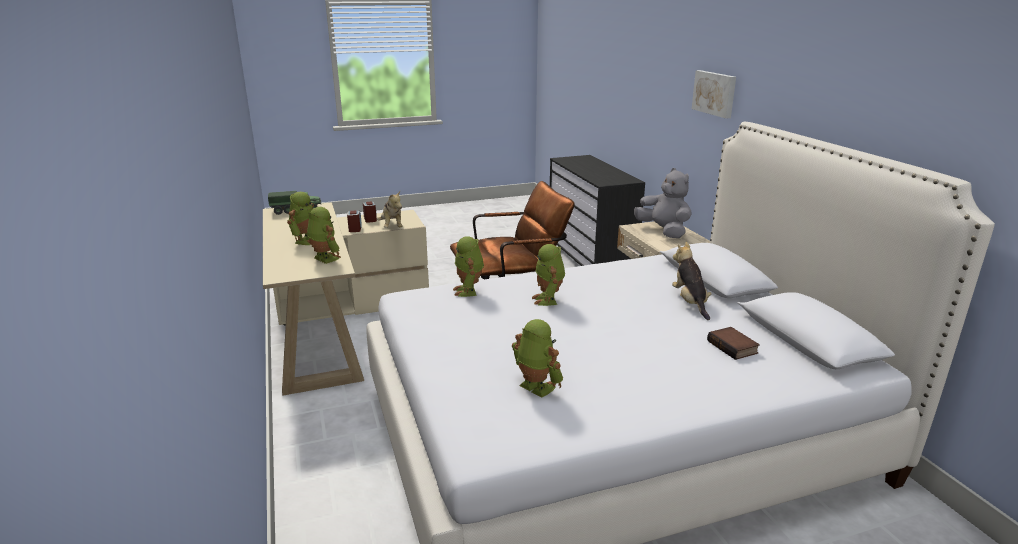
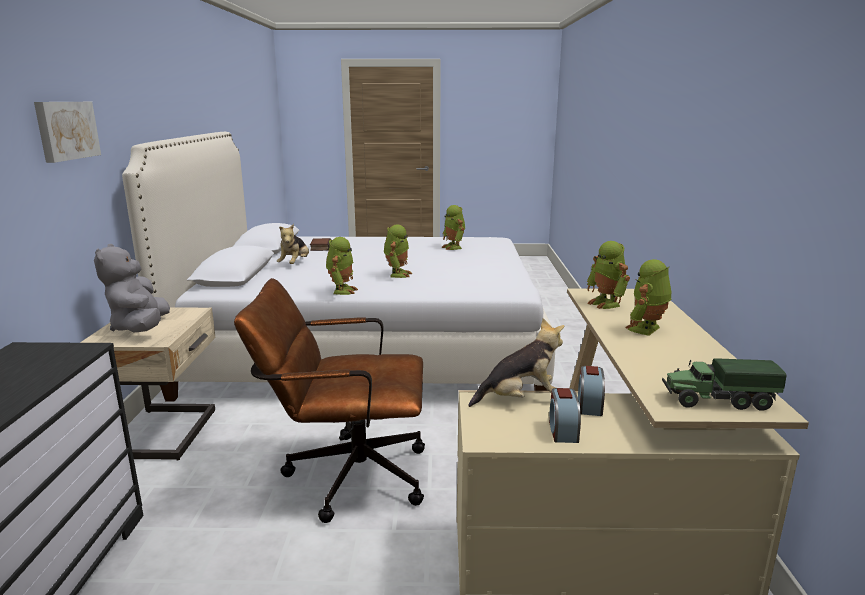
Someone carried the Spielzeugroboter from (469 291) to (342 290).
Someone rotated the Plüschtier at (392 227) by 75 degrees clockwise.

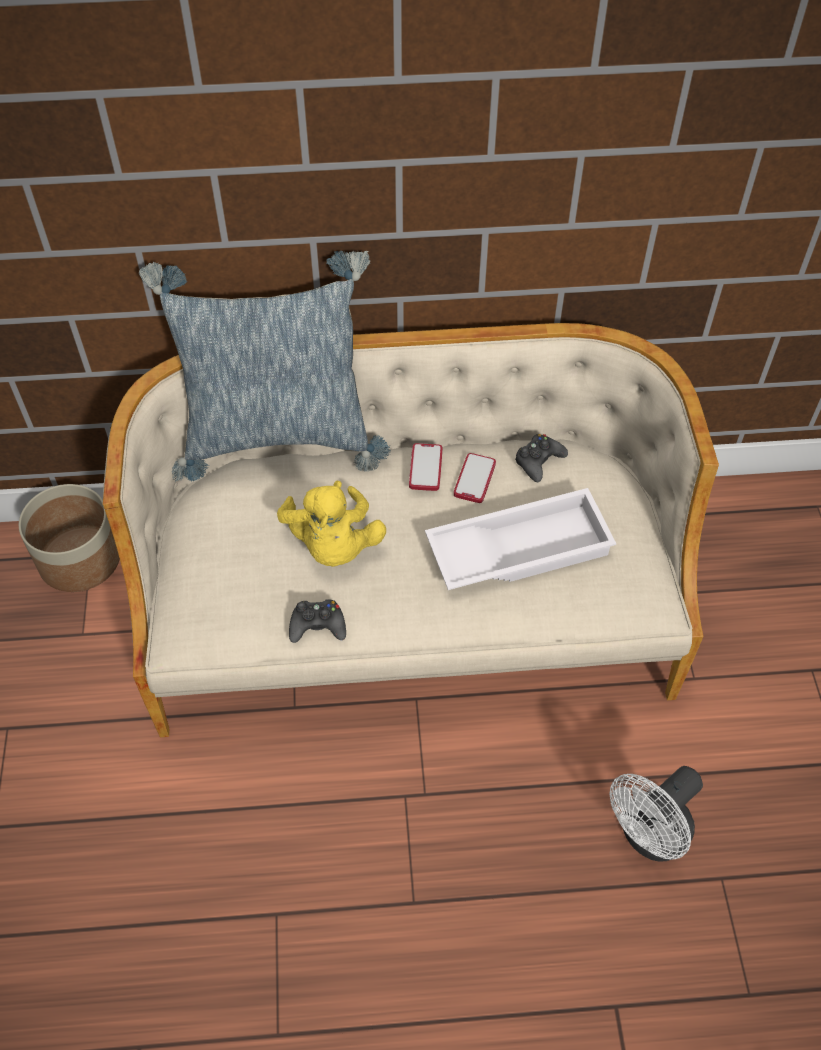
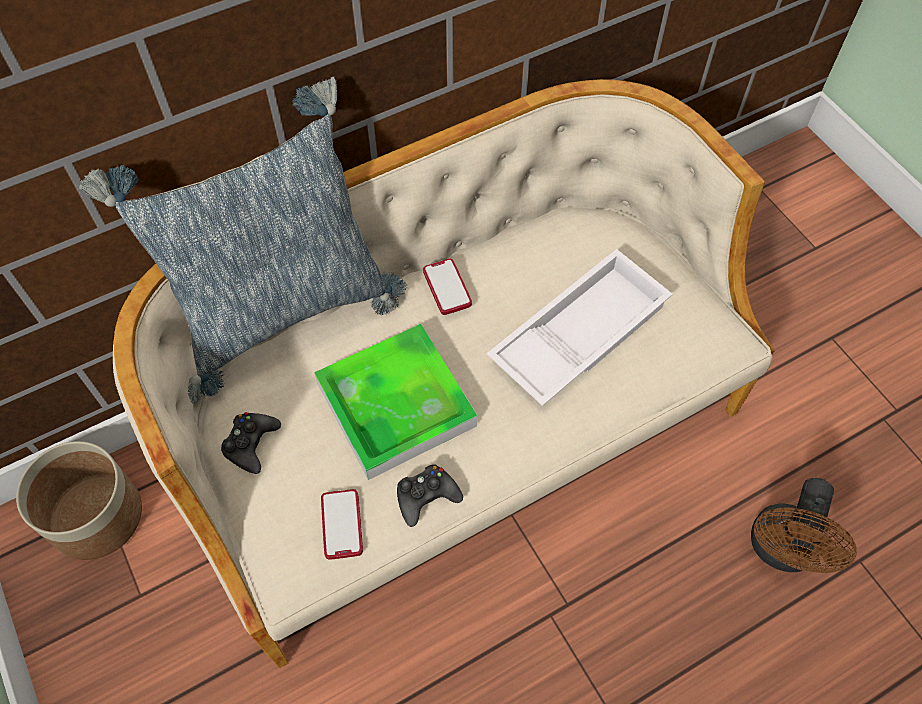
Someone carried the Handy from (474 479) to (342 524).
Someone carried the Gamepad/schwarz from (538 461) to (251 444).
Someone swapped the Plüschtier/gelb at (333 545) for the Tablett at (396 404).
Someone repainted the Ventilator/weiß at (648 836), which became the Ventilator/braun at (781 551).

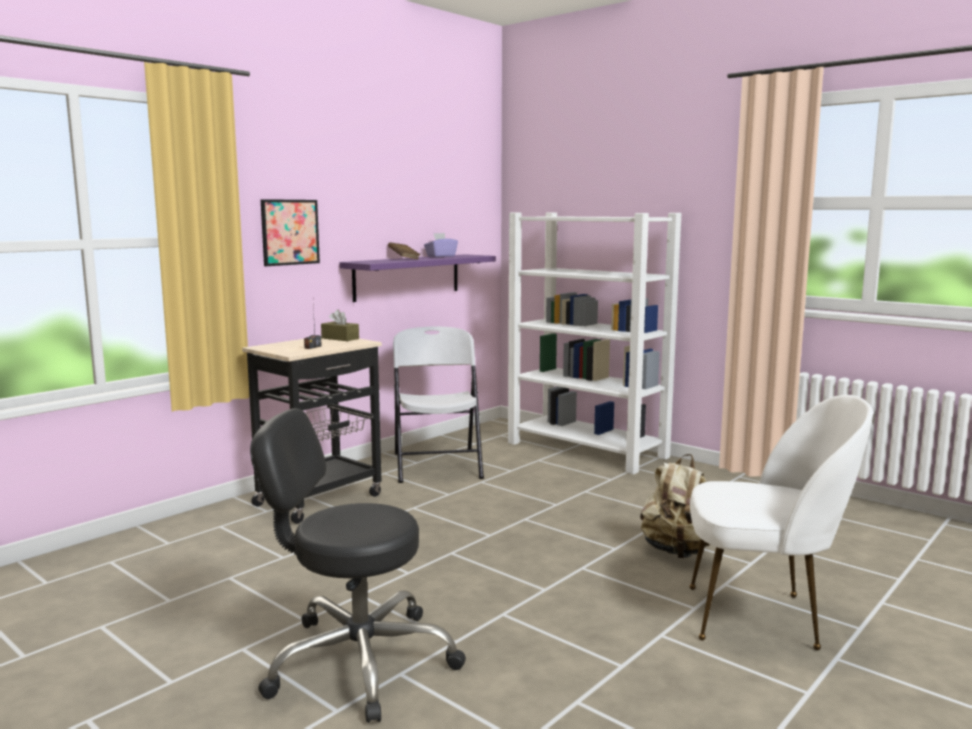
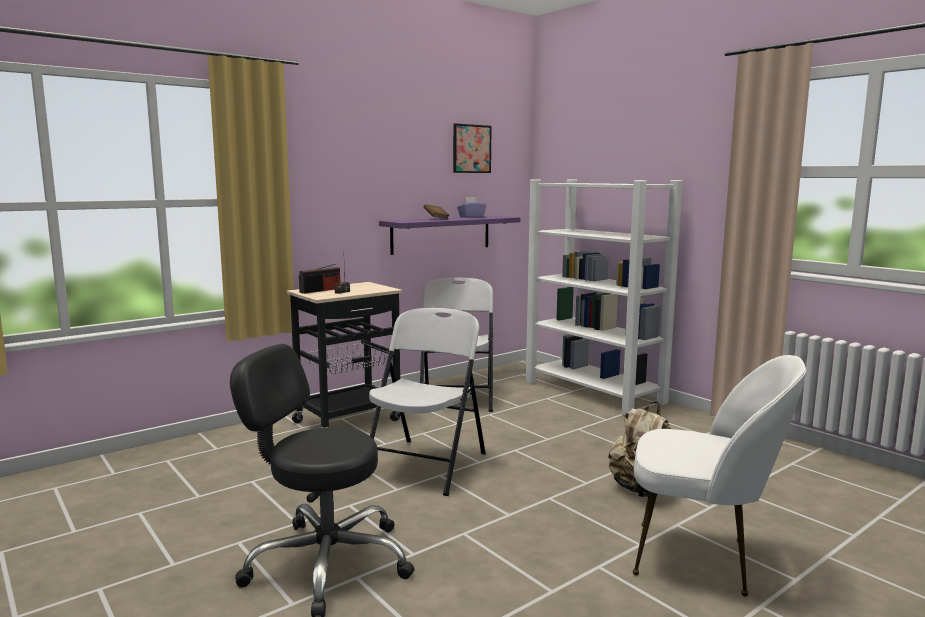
Someone took away the Taschentuchbox/braun at (340 338).
Someone put down the Radio at (320 290).
Someone put down the Stuhl/weiß at (426 466).
Someone carried the Bild from (290 232) to (471 149).

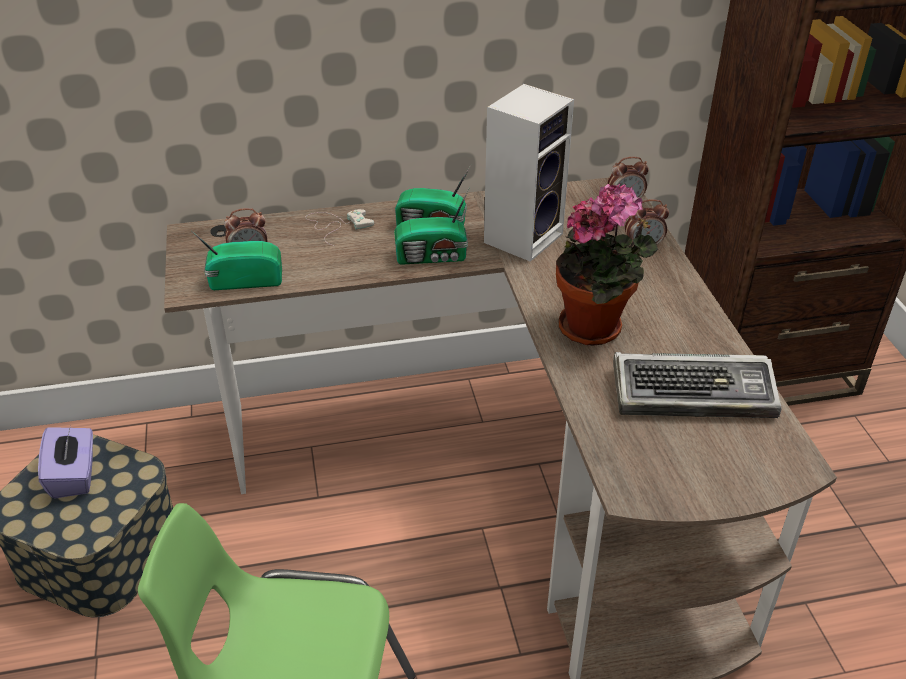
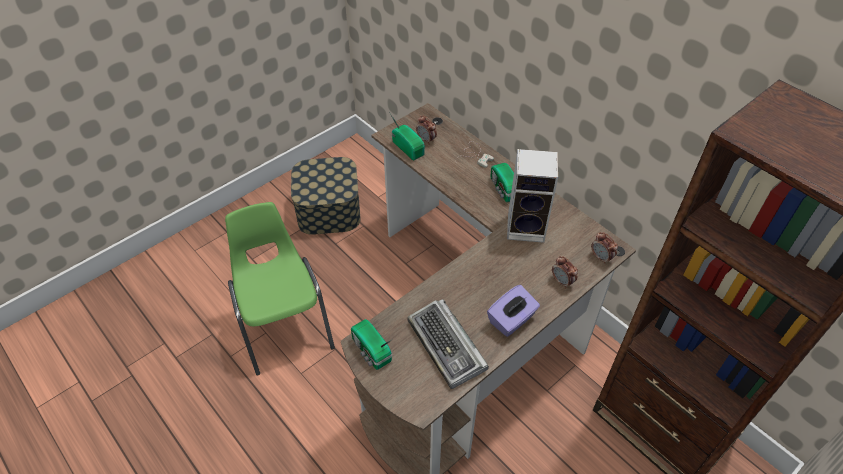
Someone took away the Topfpflanze at (596 328).
Someone carried the Taschentuchbox/lila from (74 476) to (511 320).
Someone carried the Radio from (433 257) to (371 351).

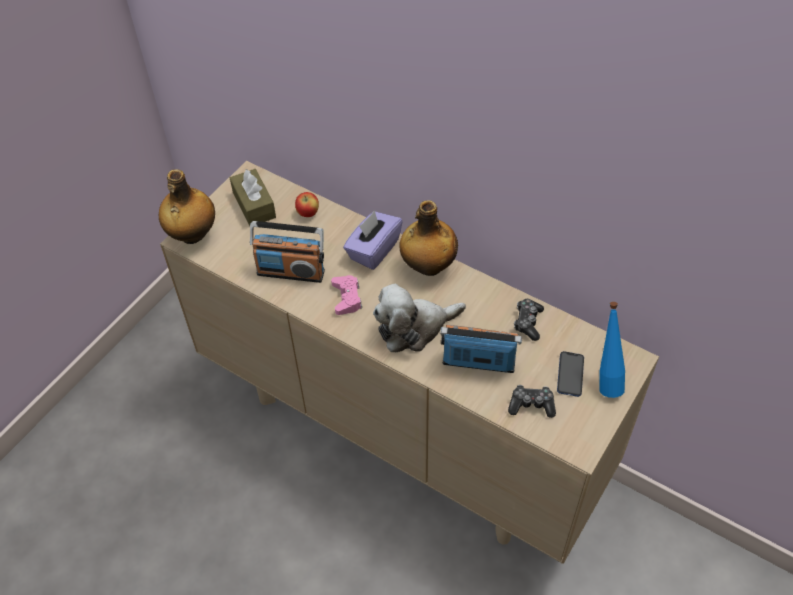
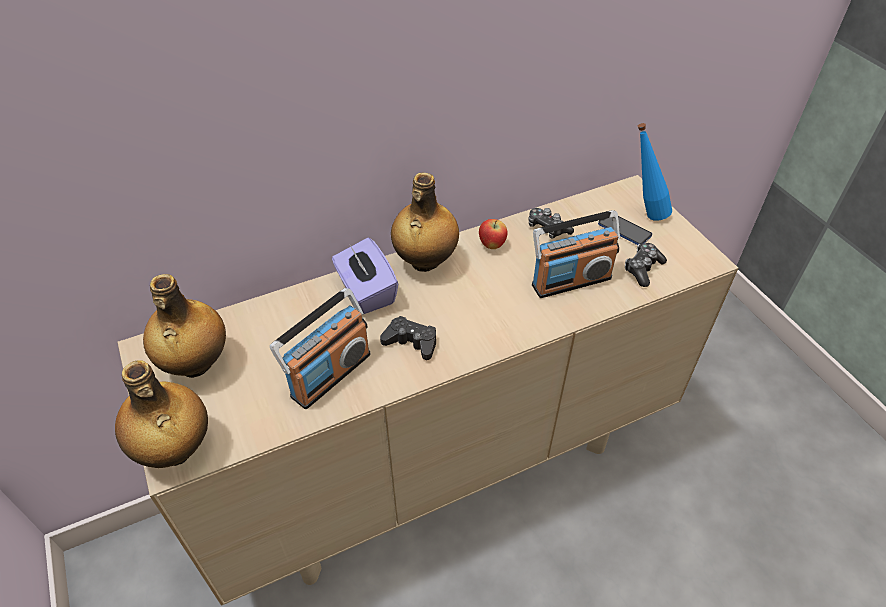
Someone took away the Plüschtier at (414 328).
Someone carried the Apfel from (308 213) to (492 245).
Someone swapped the Taschentuchbox/braun at (254 205) for the Flasche at (195 364).
Someone repainted the Gamepad/rosa at (347 298), which became the Gamepad/schwarz at (411 342).
Someone rotated the Radio at (478 362) by 150 degrees counterclockwise.

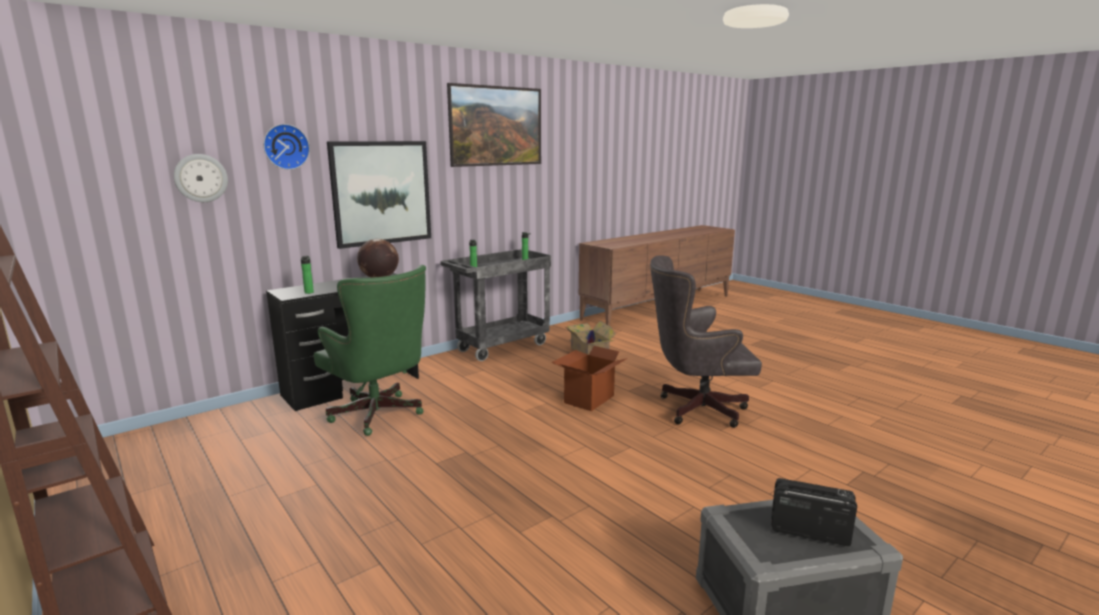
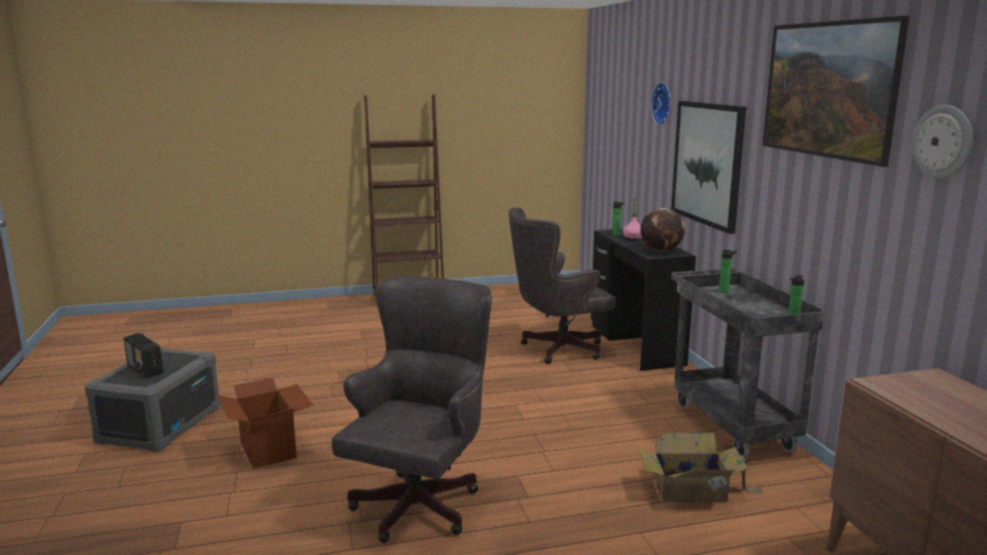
Someone put down the Flasche/rosa at (633 238).
Someone carried the Wanduhr from (201 178) to (943 142).
Someone carried the Karton from (588 399) to (269 450).
Someone repainted the Bürostuhl/grün at (379 416), which became the Bürostuhl/grau at (557 350).
Someone rotated the Radio at (808 531) by 90 degrees clockwise.

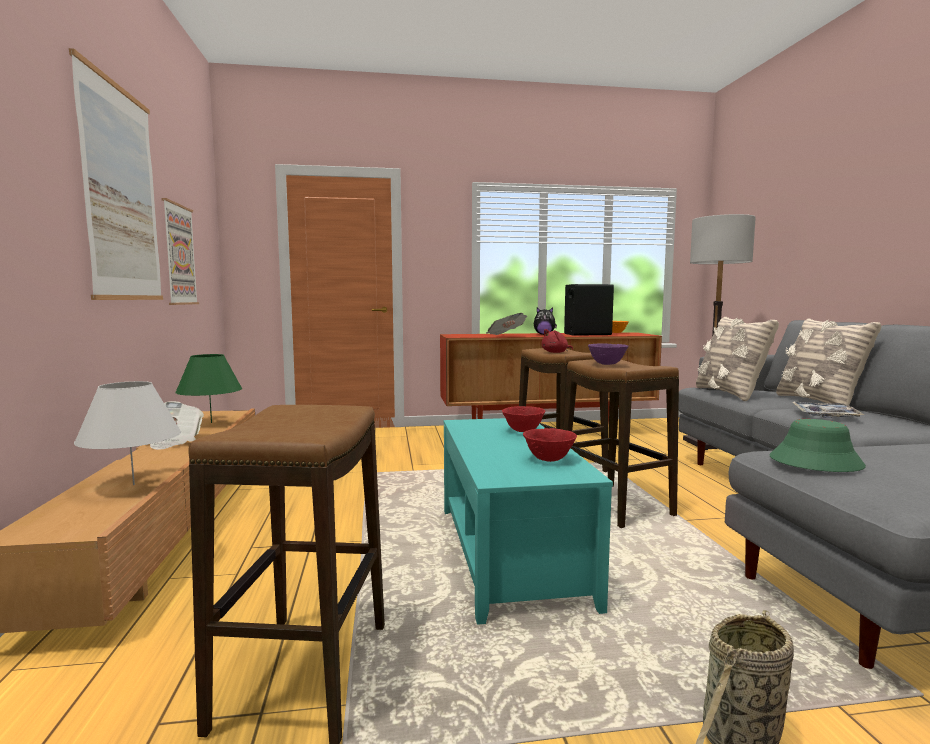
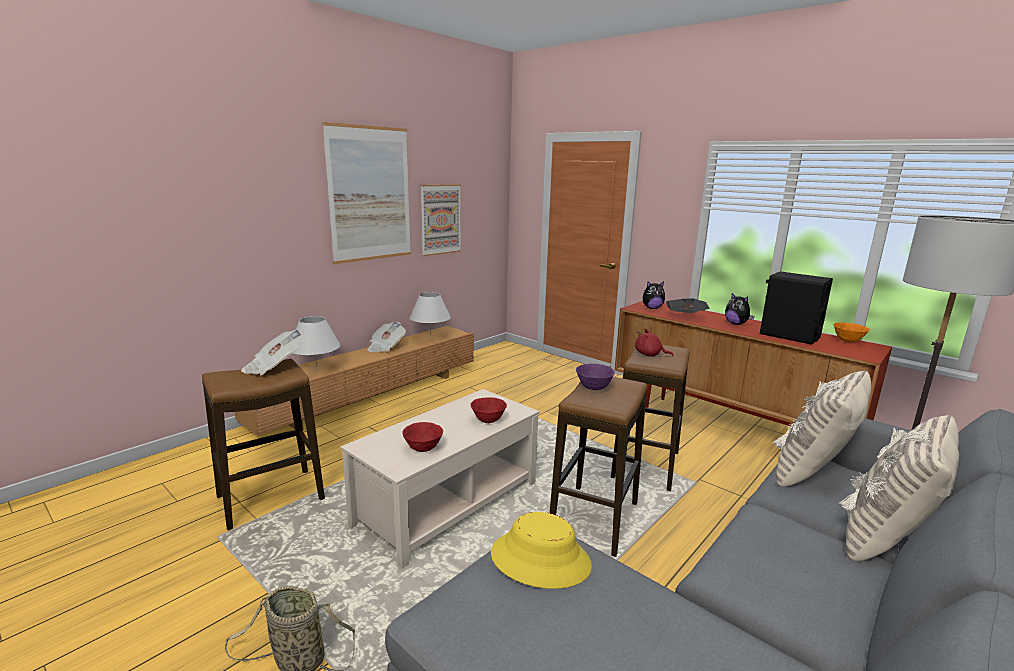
Someone took away the Tablett at (825 415).
Someone put down the Zeitung at (274 367).
Someone put down the Plüschtier at (652 308).
Someone repainted the Tischlampe/grün at (211 422), which became the Tischlampe/weiß at (430 338).
Someone repainted the Couchtisch/türkis at (510 554), which became the Couchtisch/beige at (448 504).
Someone repainted the Hut/grün at (815 462), which became the Hut/gelb at (540 559).

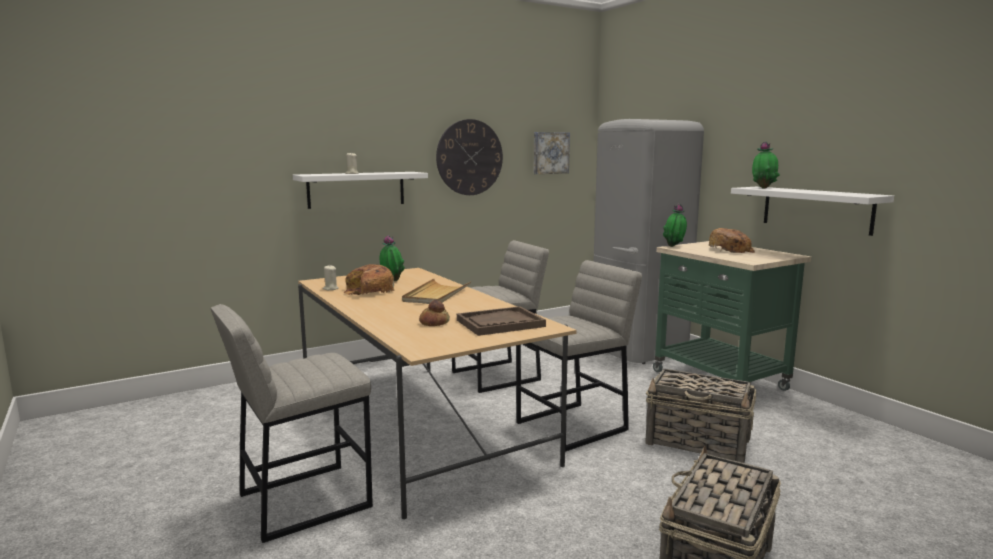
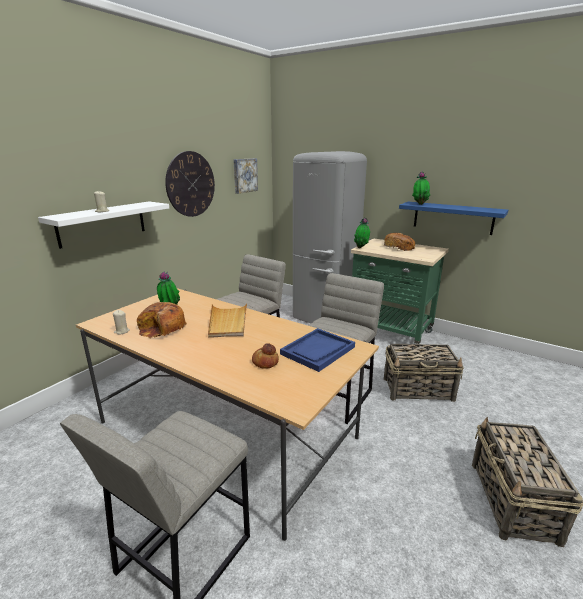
Someone repainted the Tablett/braun at (500 323), which became the Tablett/blau at (318 351).
Someone repainted the Wandregal/weiß at (816 209), which became the Wandregal/blau at (453 217).

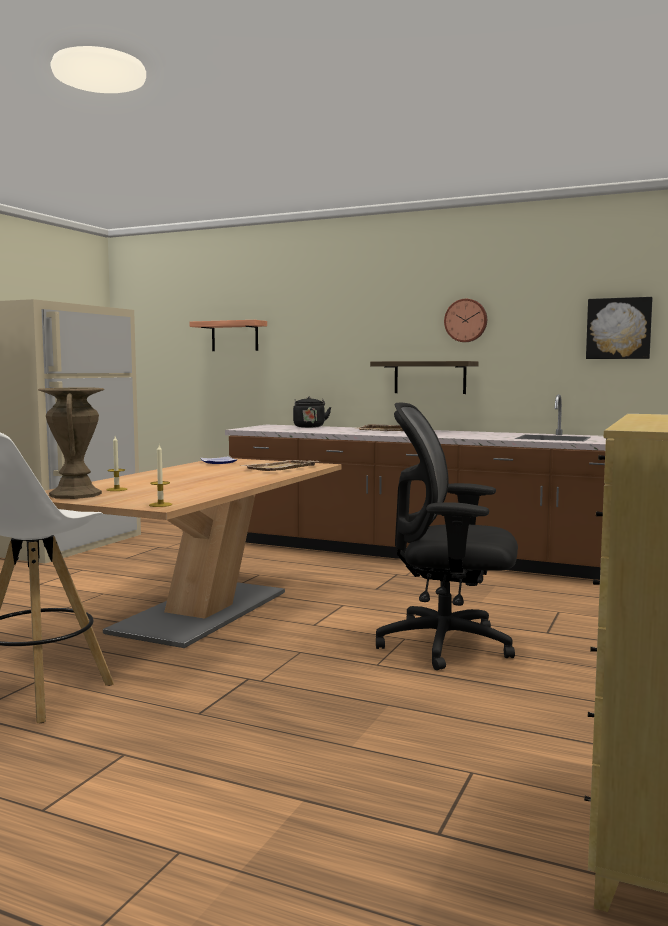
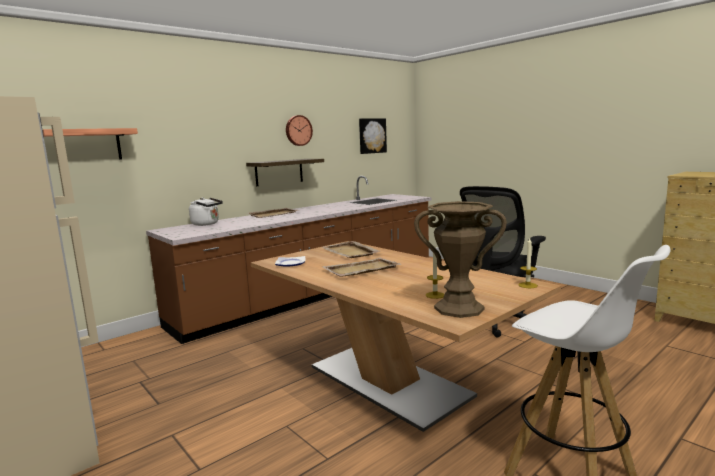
Someone put down the Tablett/beige at (361 269).
Someone repainted the Wasserkessel/schwarz at (309 427), which became the Wasserkessel/weiß at (207 224).

